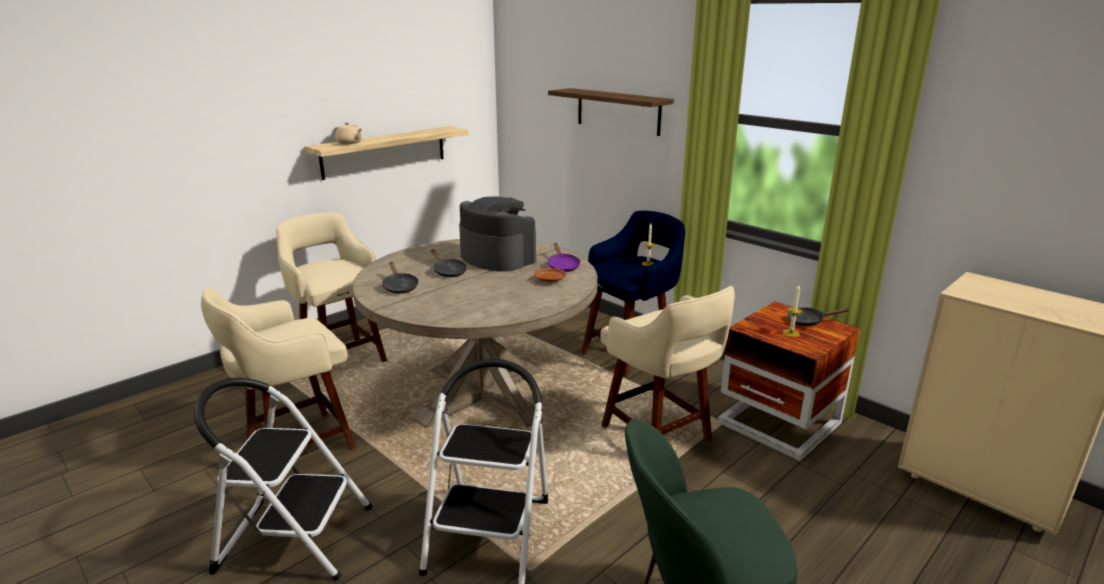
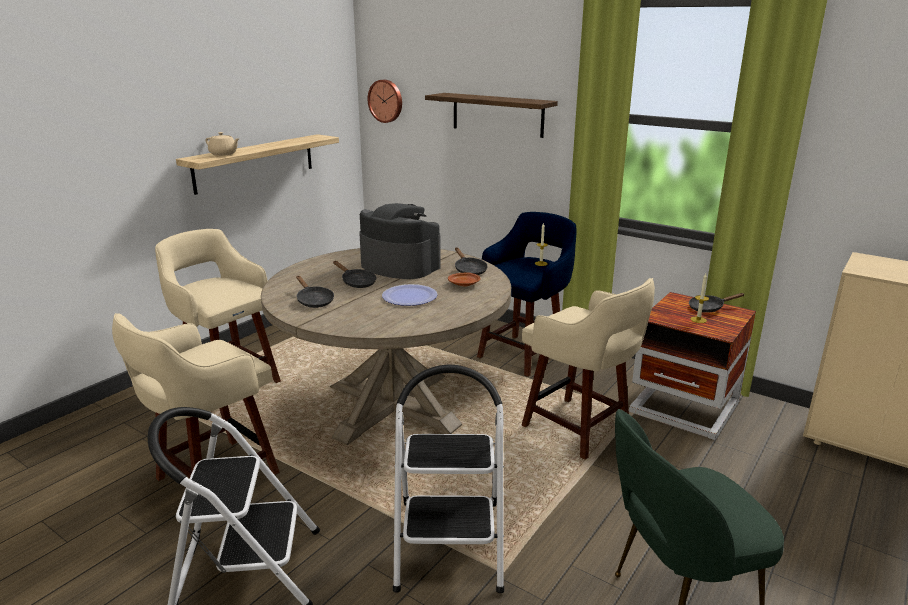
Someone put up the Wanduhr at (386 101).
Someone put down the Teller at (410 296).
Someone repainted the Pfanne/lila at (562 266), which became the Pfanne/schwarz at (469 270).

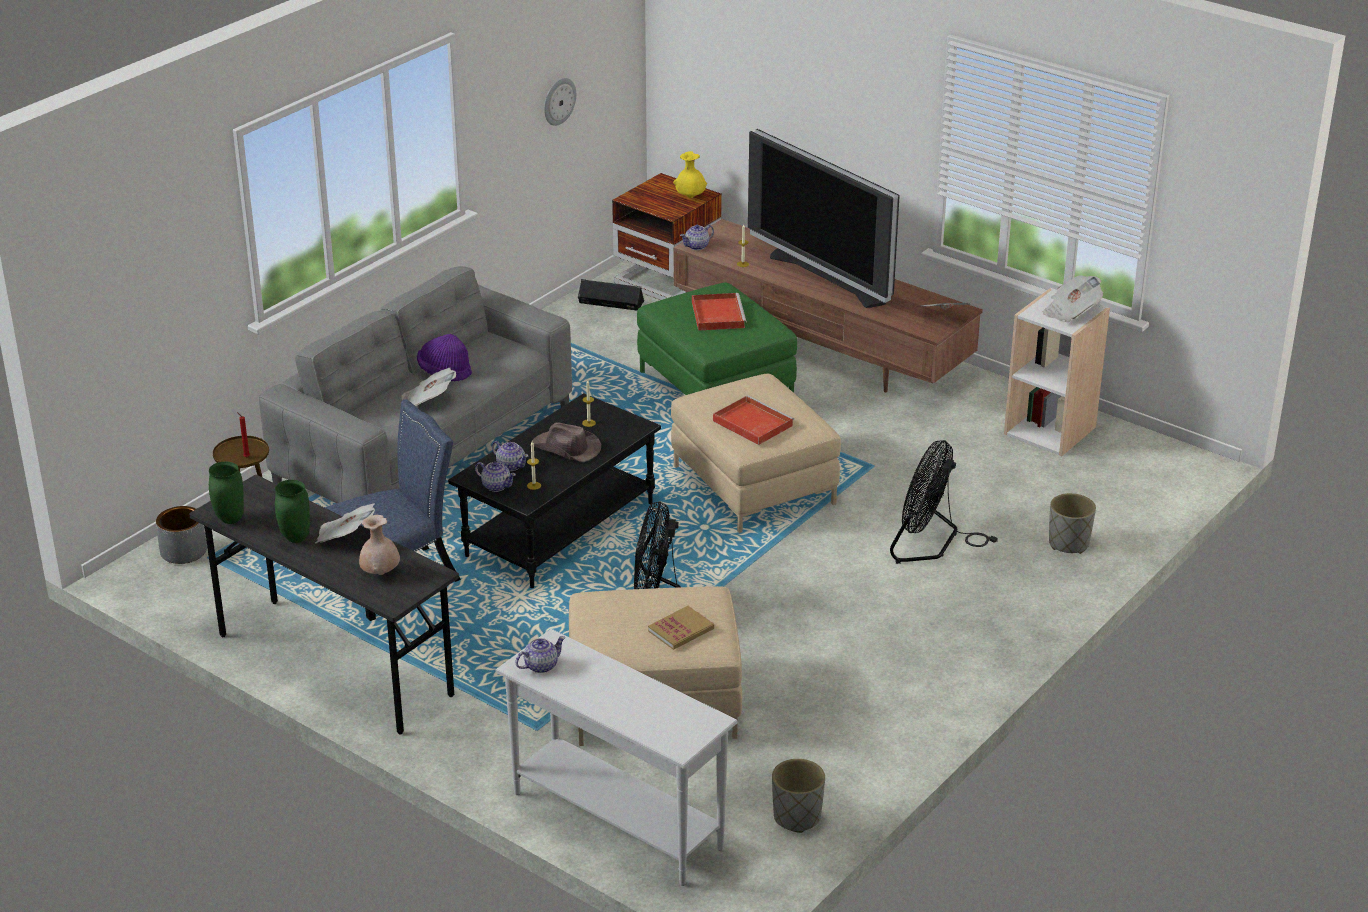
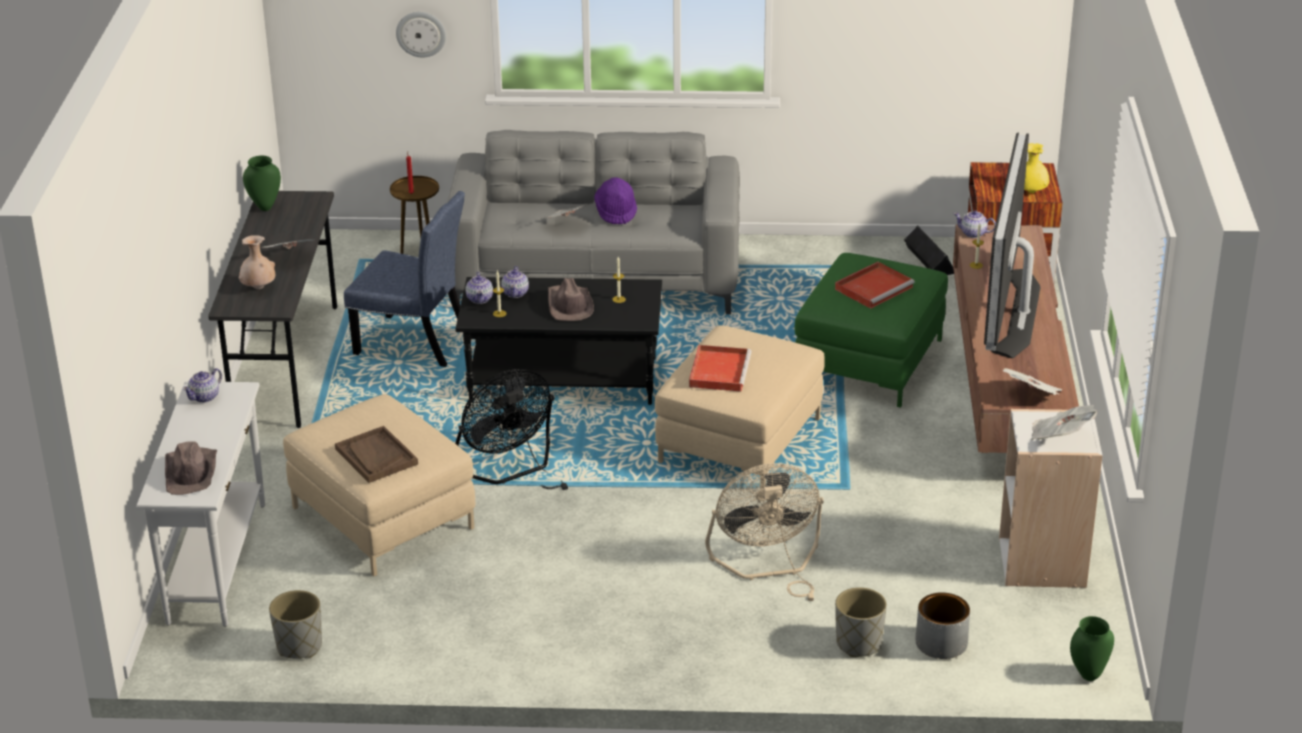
Someone put down the Hut/braun at (191 472).
Someone carried the Pflanzkübel/grau from (183 552) to (940 644).
Someone carried the Vase/grün from (296 539) to (1088 676).
Someone carried the Wanduhr from (558 101) to (421 33).
Someone swapped the Buch at (681 630) for the Tablett/braun at (376 456).
Someone repainted the Ventilator/schwarz at (935 539), which became the Ventilator/beige at (773 566).
Someone rotated the Teekanne at (540 666) by 105 degrees clockwise.

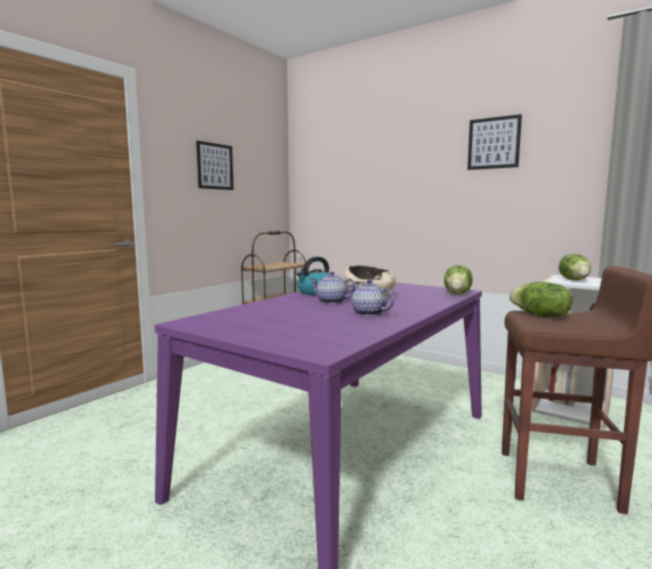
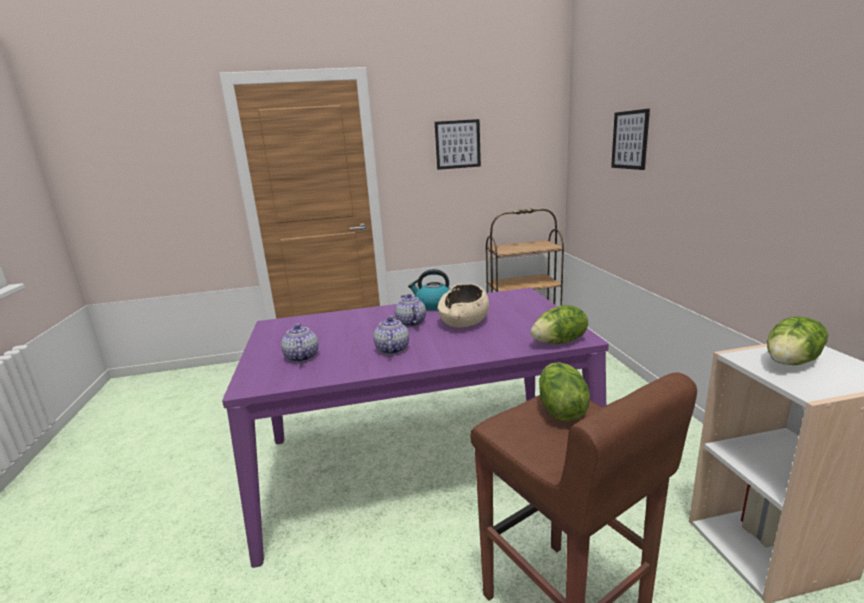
Someone put down the Teekanne at (301 357).
Someone carried the Bild from (493 143) to (630 140).

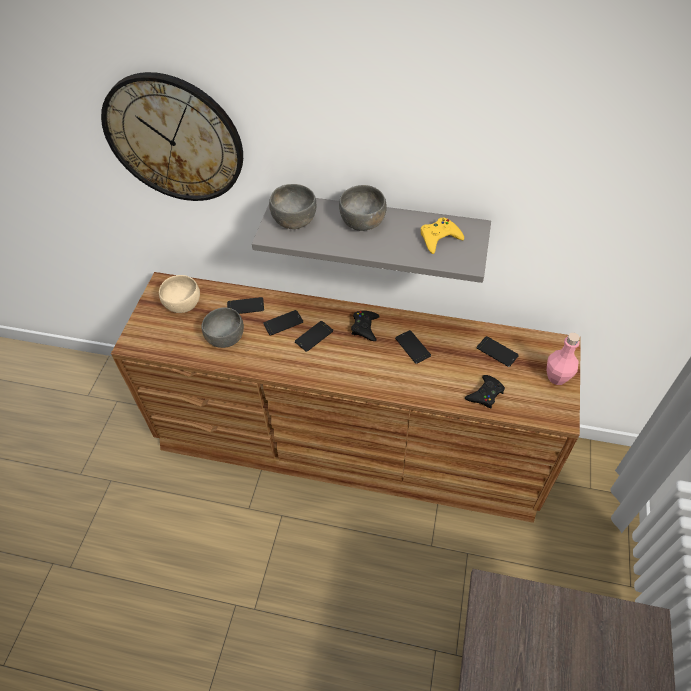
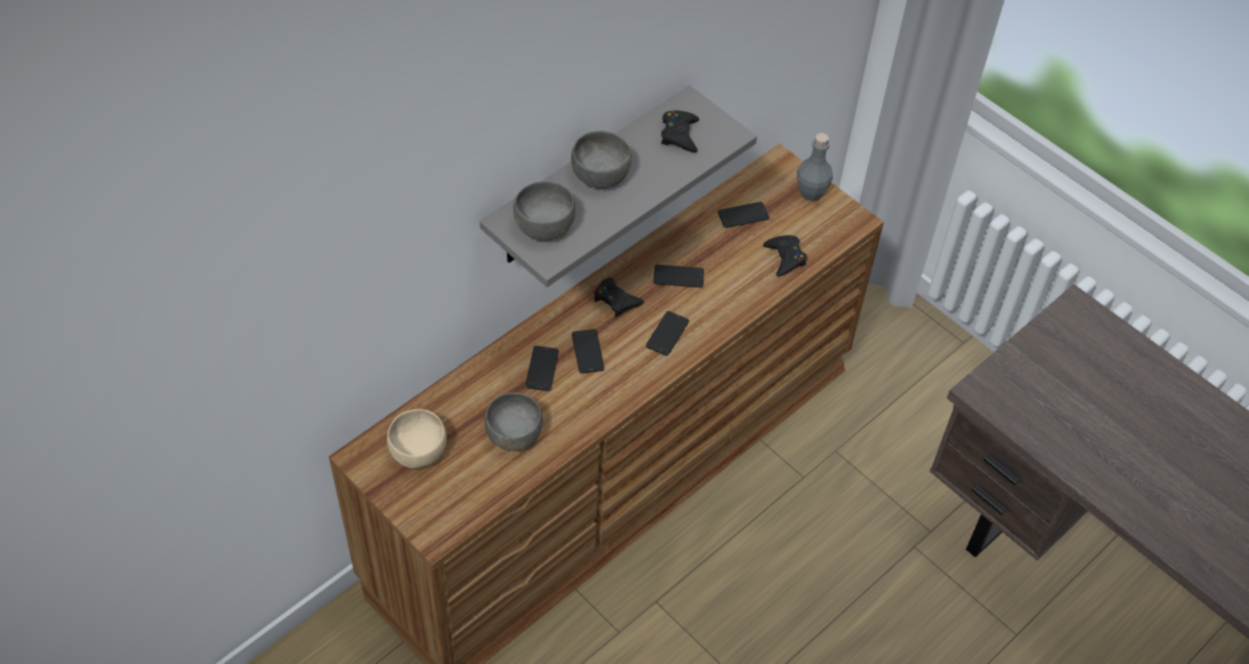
Someone took away the Wanduhr at (174 139).
Someone carried the Handy from (245 306) to (667 334).
Someone repainted the Gamepad/gelb at (439 238), which became the Gamepad/schwarz at (679 135).
Someone repainted the Flasche/rosa at (557 377), which became the Flasche/grau at (811 193).

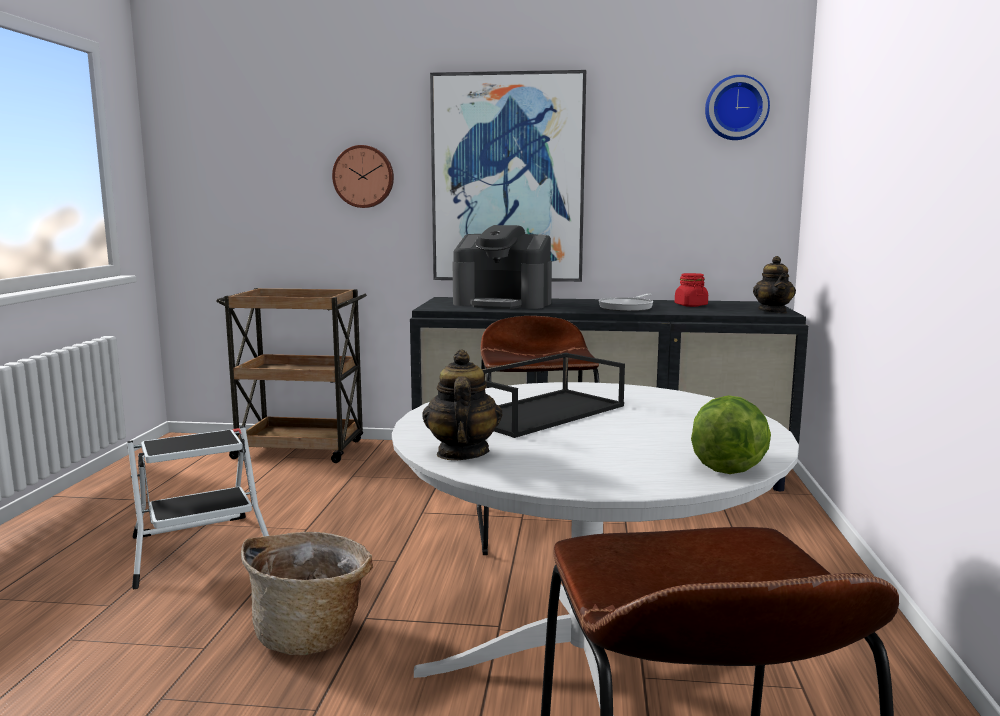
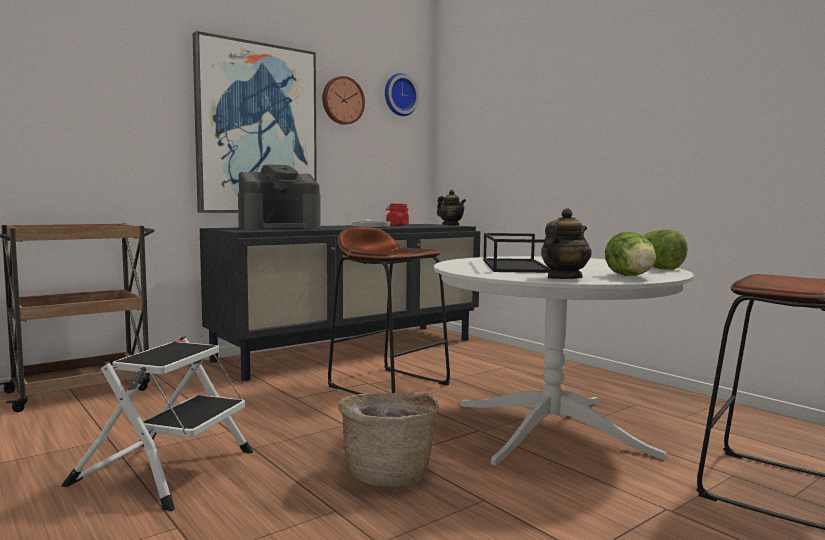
Someone put down the Salatkopf at (632 277).
Someone carried the Wanduhr from (364 176) to (342 100).
Someone rotated the Teekanne at (461 453) by 90 degrees clockwise.

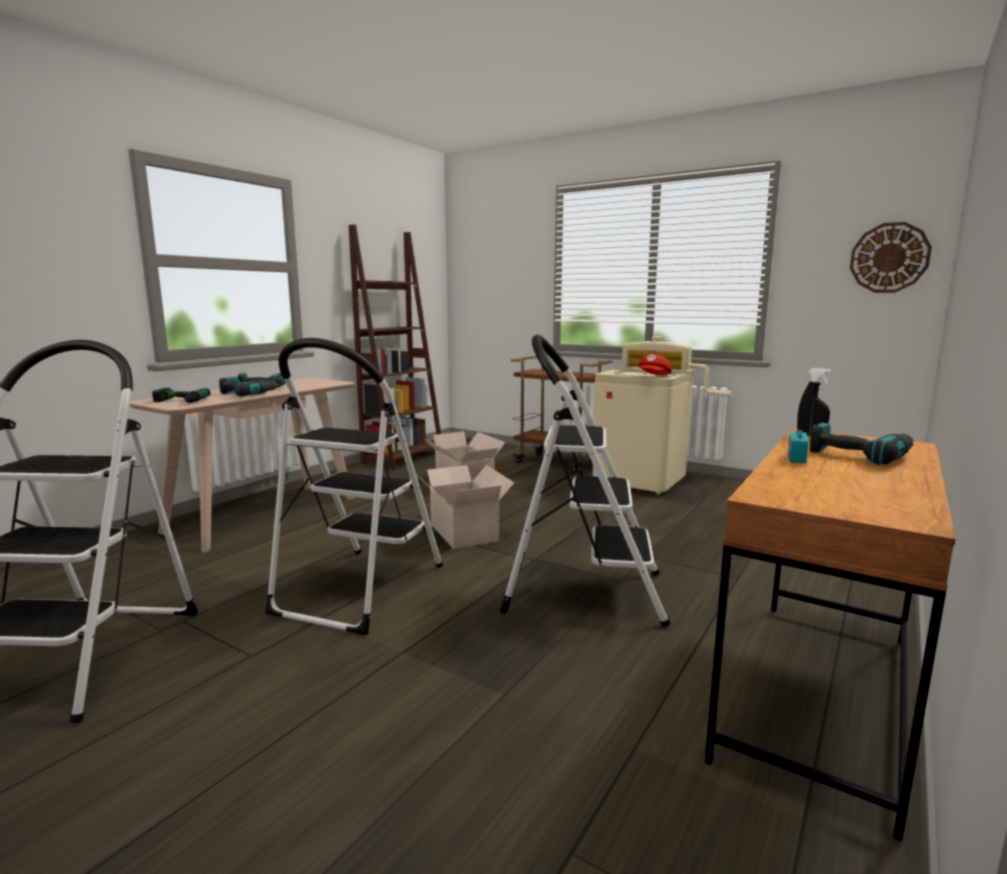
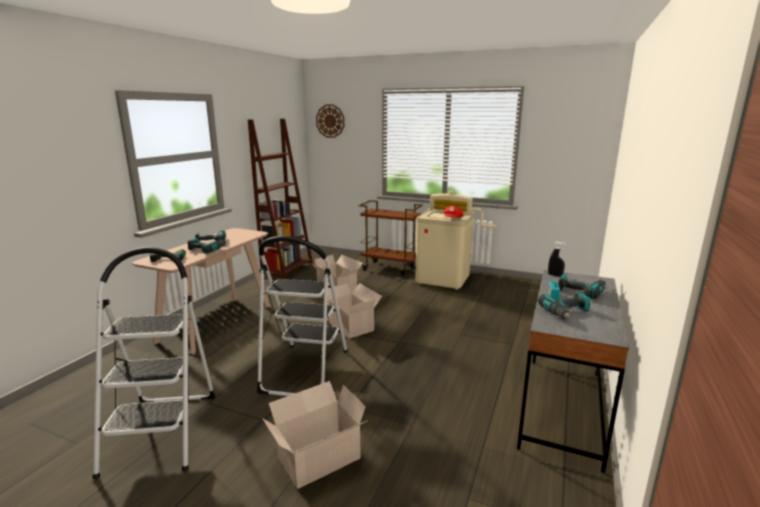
Someone took away the Trittleiter at (579 591).
Someone put down the Karton at (316 459).
Someone put down the Bohrmaschine at (567 313).
Someone carried the Wanduhr from (889 258) to (330 121).
Someone repainted the Schreibtisch/braun at (818 694), which became the Schreibtisch/grau at (562 407).

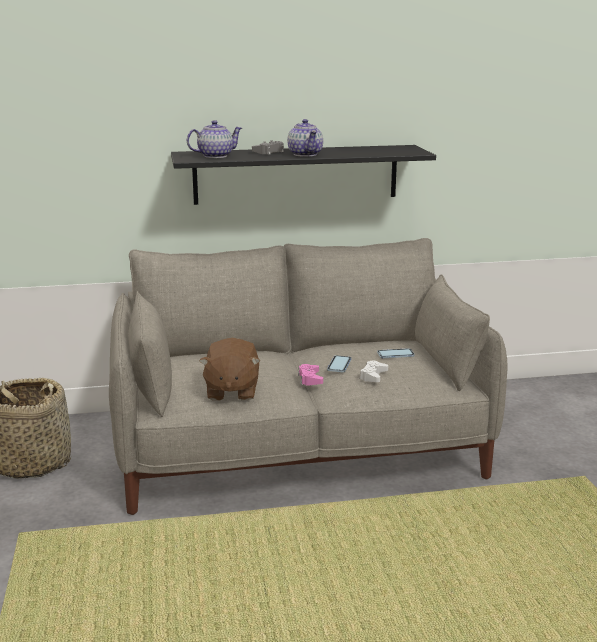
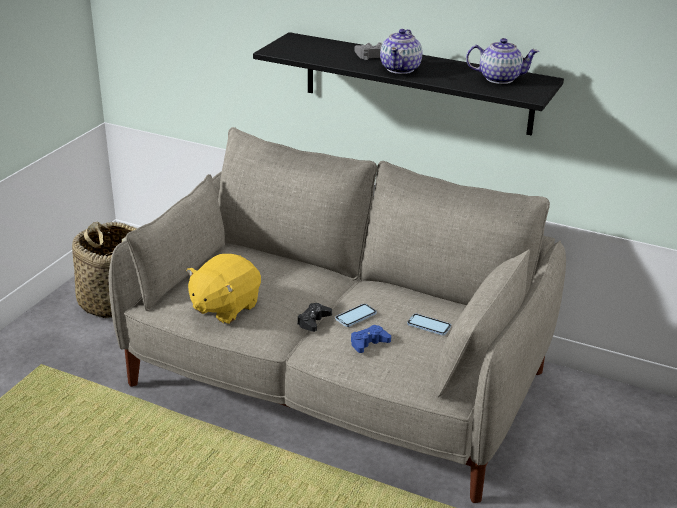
Someone carried the Teekanne from (215 156) to (499 78).
Someone repainted the Plüschtier/braun at (231 391), which became the Plüschtier/gelb at (224 307).
Someone repainted the Gamepad/rosa at (310 379), which became the Gamepad/schwarz at (313 321).
Someone repainted the Gamepad/weiß at (373 376), which became the Gamepad/blau at (368 343).

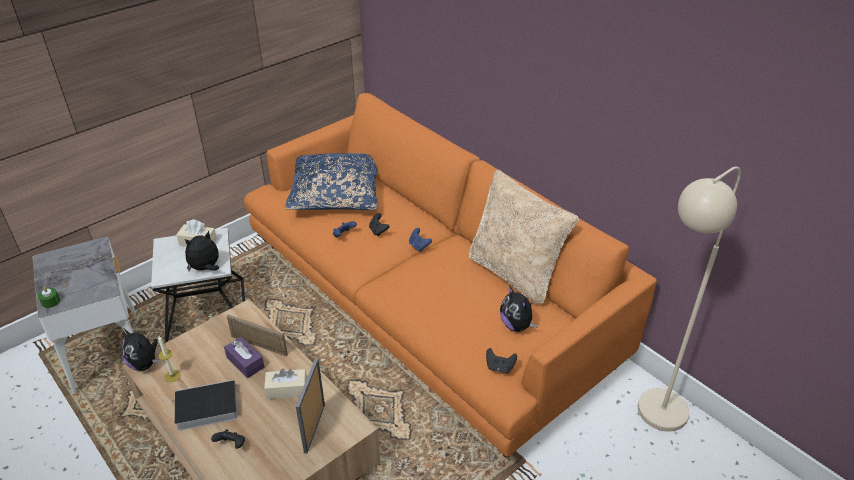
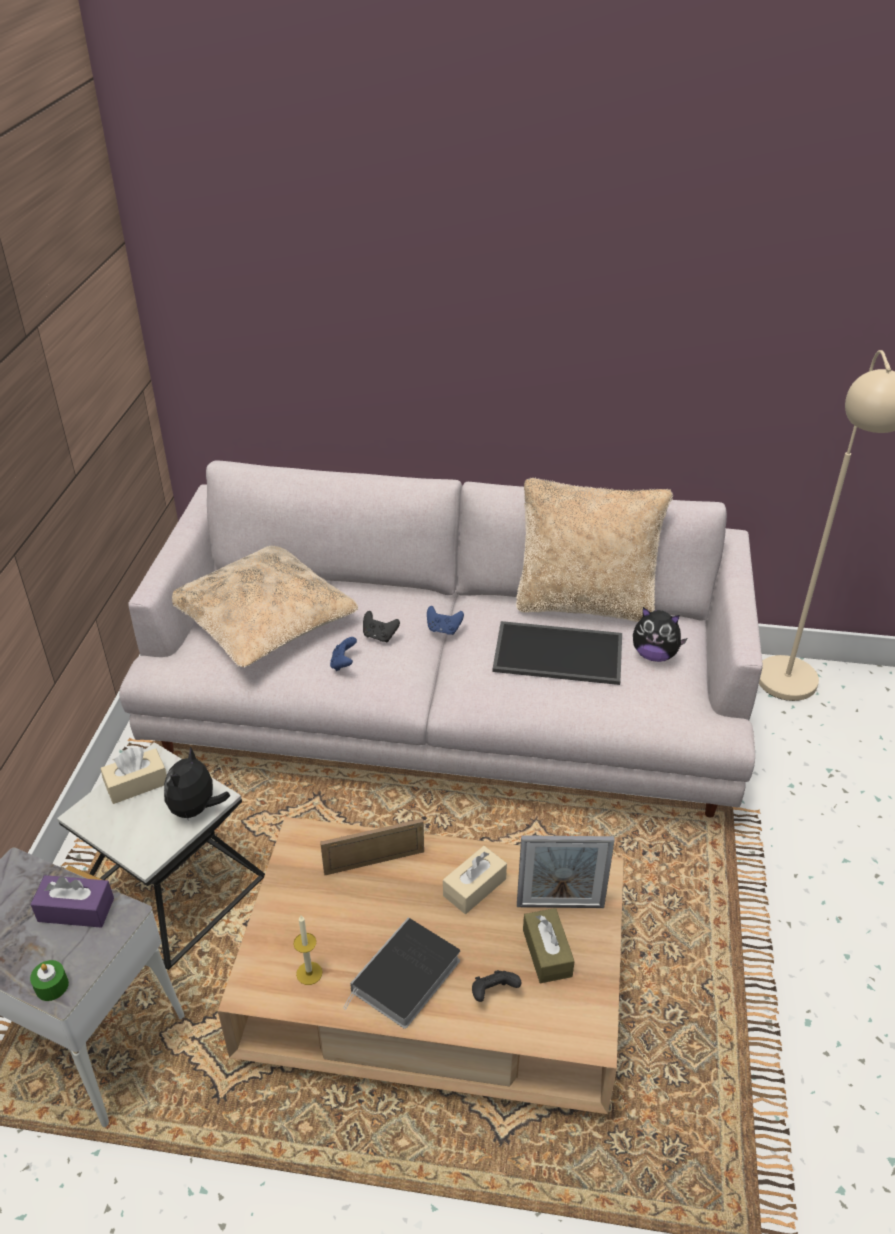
Someone took away the Plüschtier at (145 364).
Someone took away the Gamepad/schwarz at (499 367).
Someone put down the Tablett at (559 652).
Someone put down the Taschentuchbox/braun at (547 953).
Someone carried the Taschentuchbox/lila from (245 362) to (76 910).
Someone repainted the Sofa/orange at (428 303), which became the Sofa/weiß at (448 708).
Someone repainted the Kissen/blau at (335 193), which became the Kissen/beige at (264 619).
Someone rotated the Bilderrahmen at (314 428) by 60 degrees counterclockwise.

